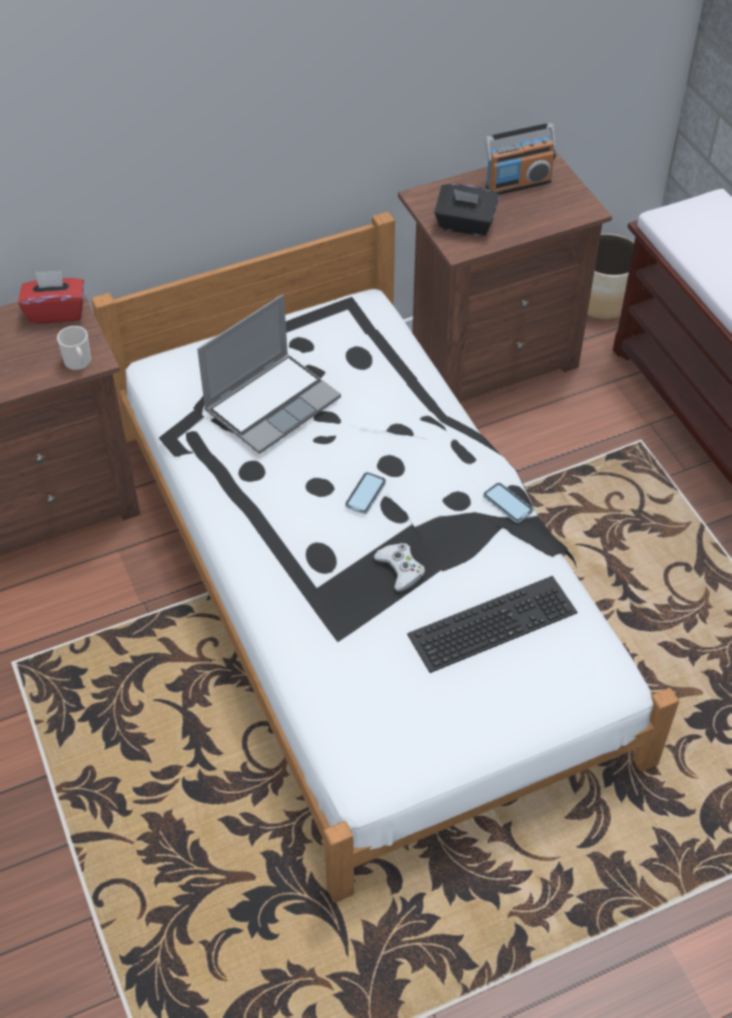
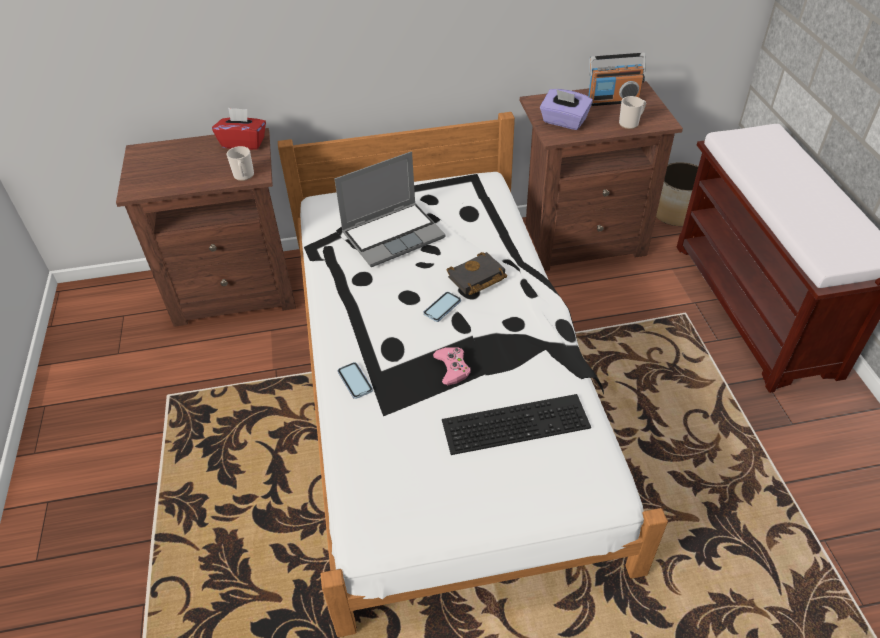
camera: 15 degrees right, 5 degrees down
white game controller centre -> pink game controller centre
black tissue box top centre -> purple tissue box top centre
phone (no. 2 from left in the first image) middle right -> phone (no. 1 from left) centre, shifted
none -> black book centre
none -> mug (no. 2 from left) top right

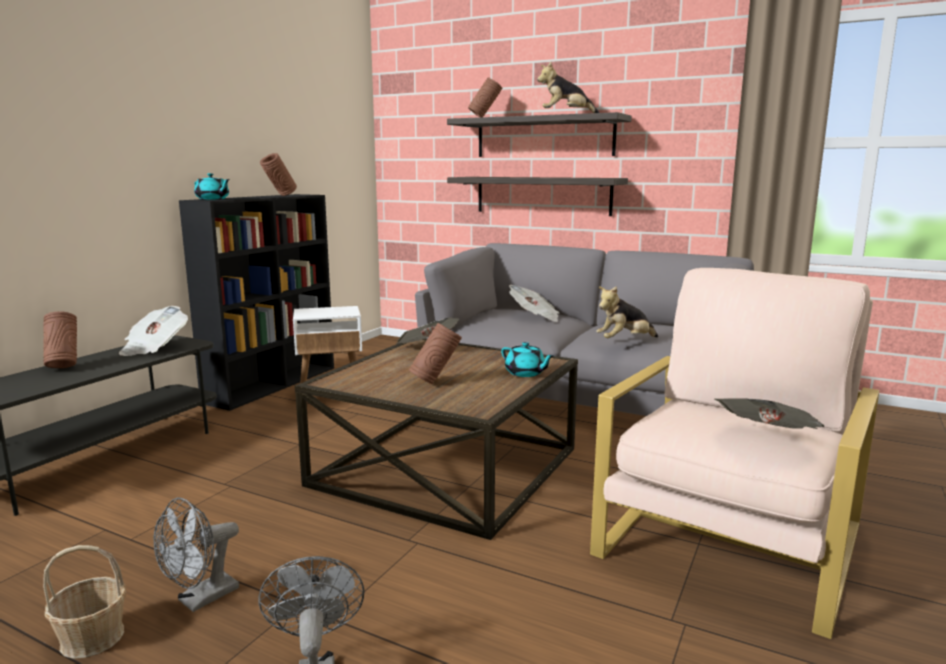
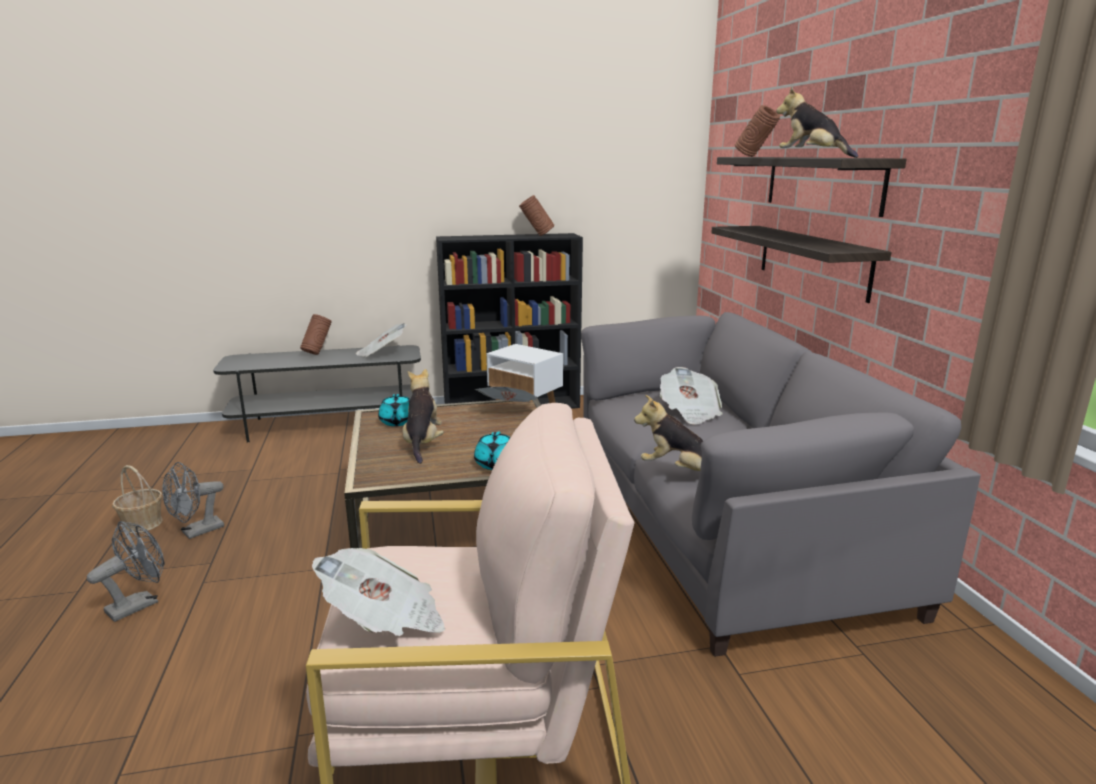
camera: 50 degrees right, 5 degrees up
grey fan (no. 1 from left in the first image) bottom left -> grey fan (no. 2 from left) middle left, 45 degrees counterclockwise
turquoise teapot (no. 1 from left) top left -> turquoise teapot (no. 1 from left) centre, shifted
brown vase (no. 3 from left) centre -> plush toy (no. 1 from left) centre

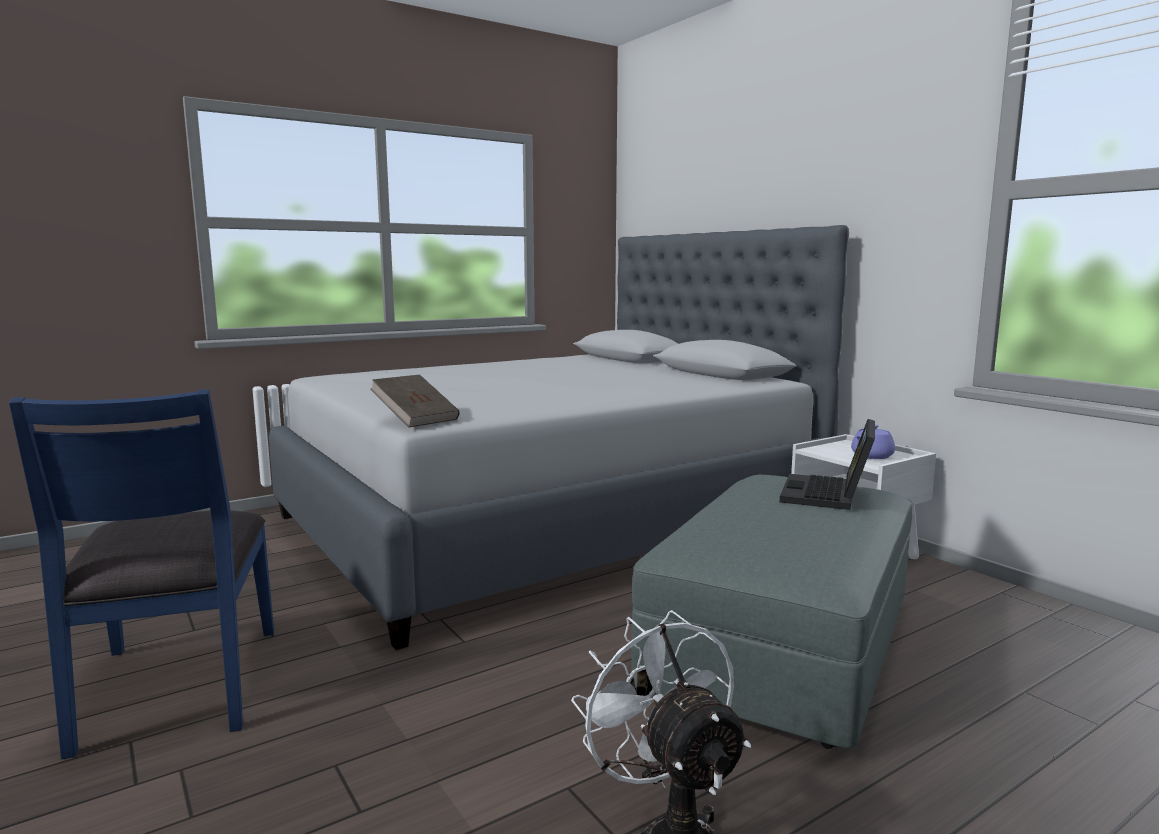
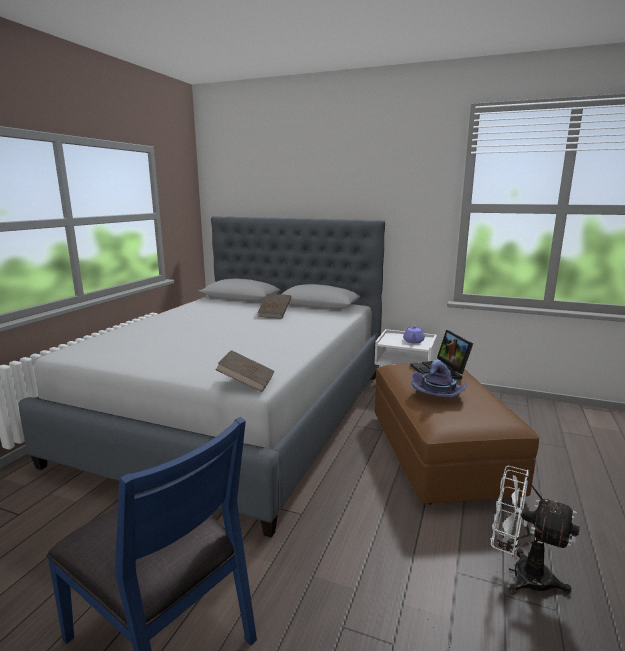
camera: 35 degrees left, 5 degrees up
grey ottoman bottom centre -> brown ottoman bottom right
none -> brown book (no. 2 from left) centre
none -> purple hat middle right

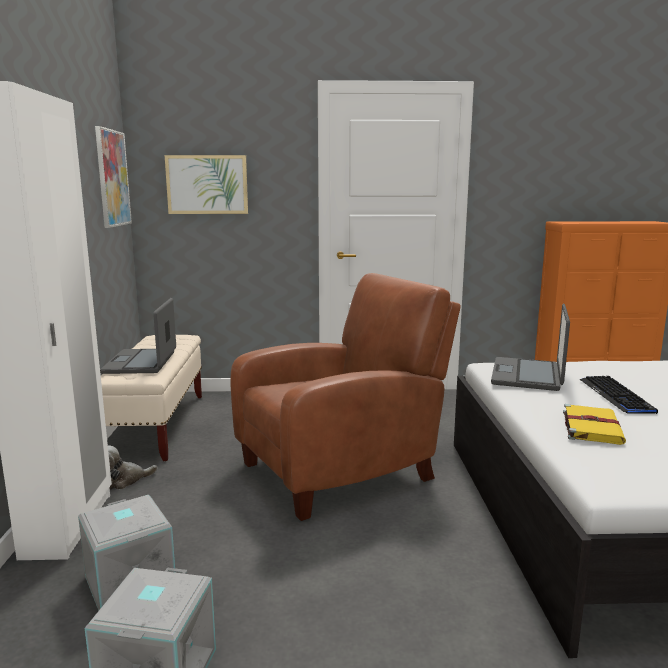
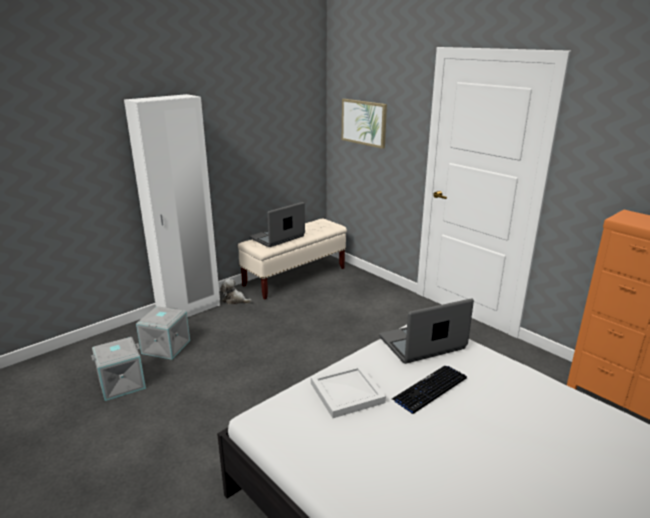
camera: 50 degrees right, 10 degrees up
picture (no. 1 from left) top left -> none
brown armchair centre -> none
yellow book middle right -> white tray bottom centre

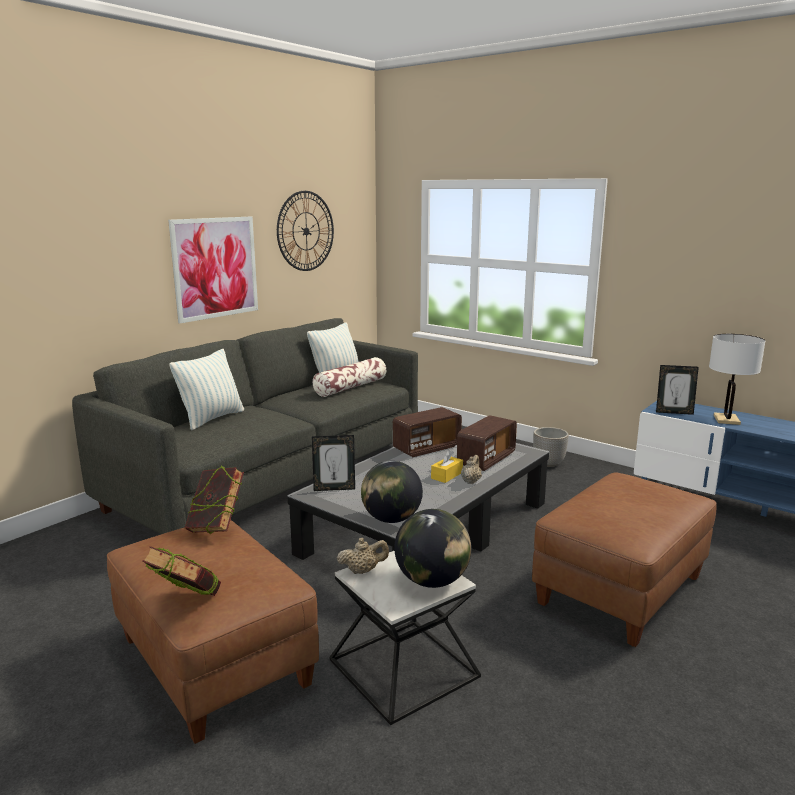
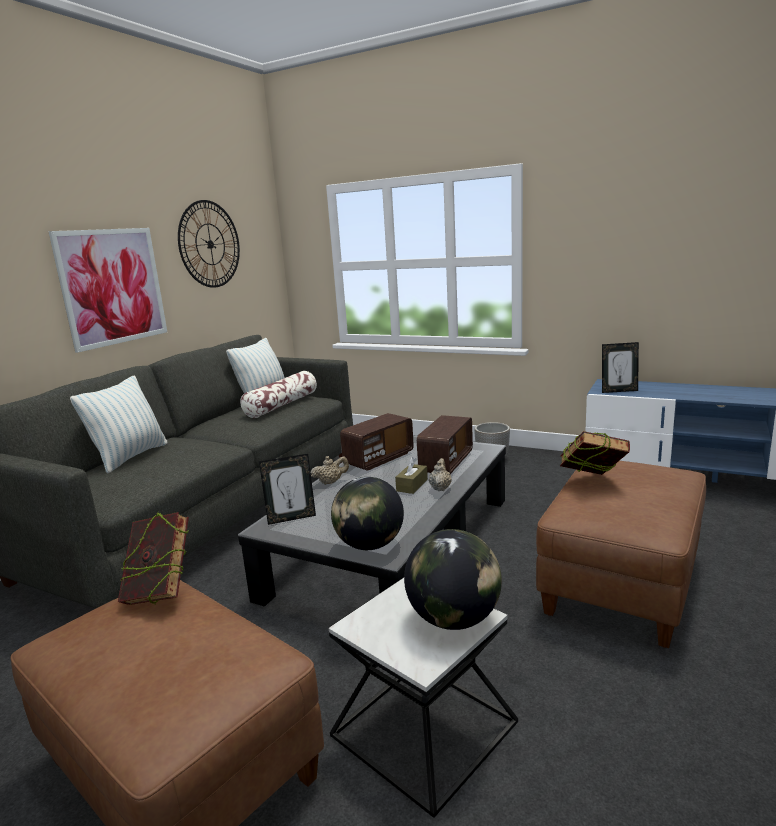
camera: 10 degrees left, 0 degrees up
book (no. 1 from left in the first image) bottom left -> book (no. 2 from left) middle right, shifted
beige teapot (no. 1 from left) bottom centre -> beige teapot (no. 1 from left) centre, shifted
yellow tissue box centre -> brown tissue box centre
white table lamp middle right -> none

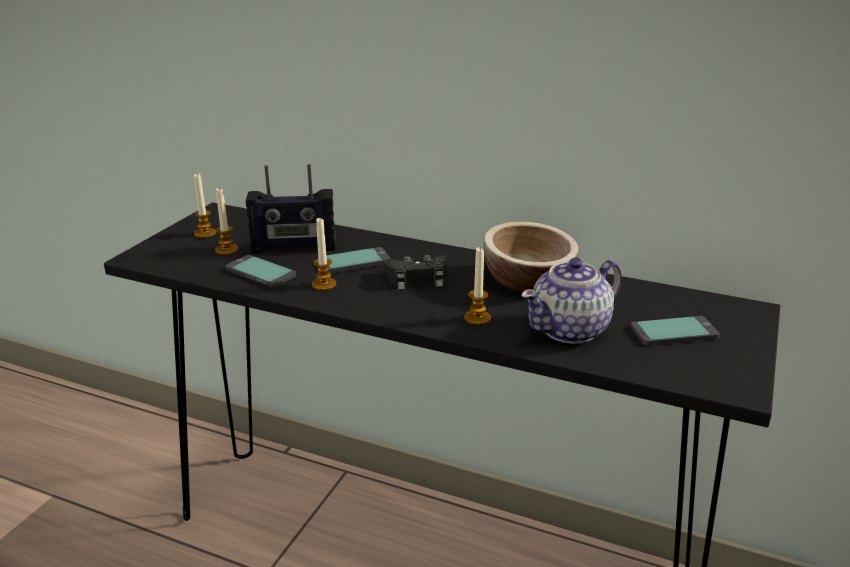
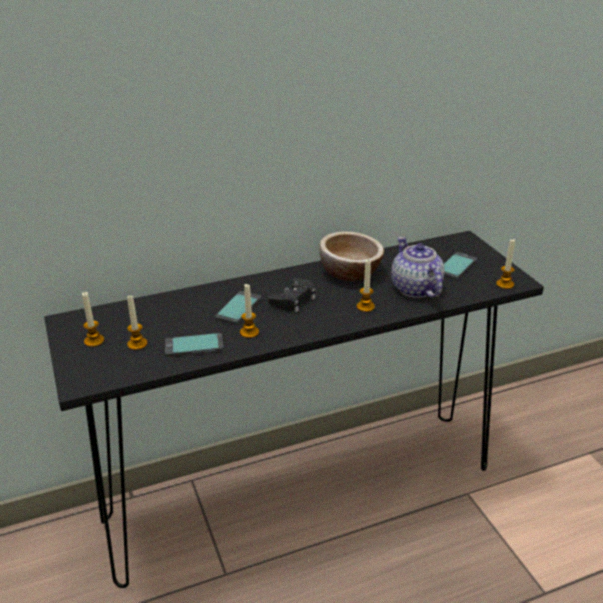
camera: 45 degrees left, 5 degrees up
radio centre -> none
teapot middle right, 150 degrees clockwise
none -> candle (no. 5 from left) middle right

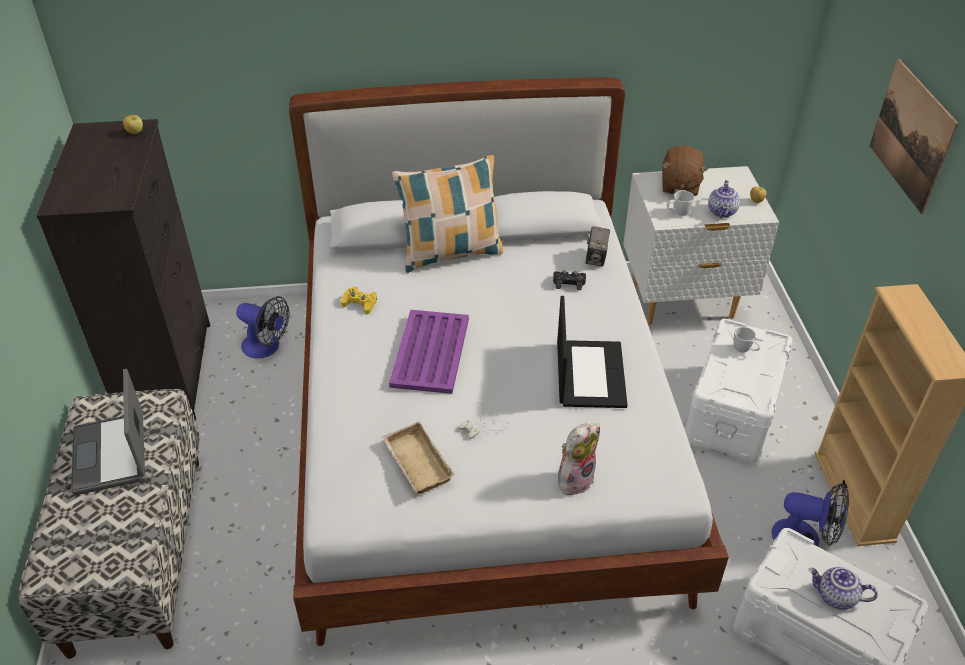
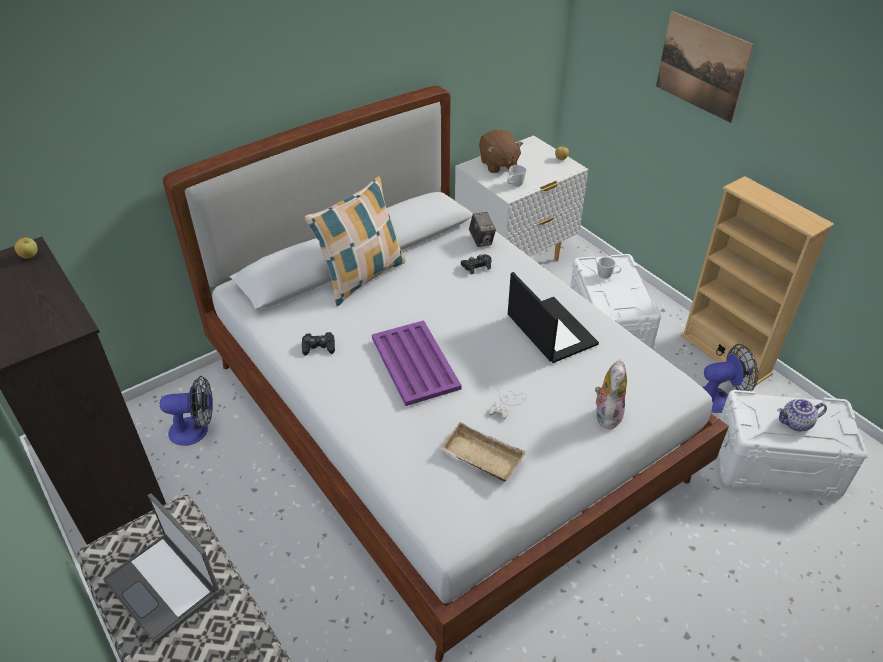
camera: 30 degrees left, 0 degrees up
yellow game controller centre -> black game controller (no. 1 from left) centre
teapot (no. 1 from left) top right -> none

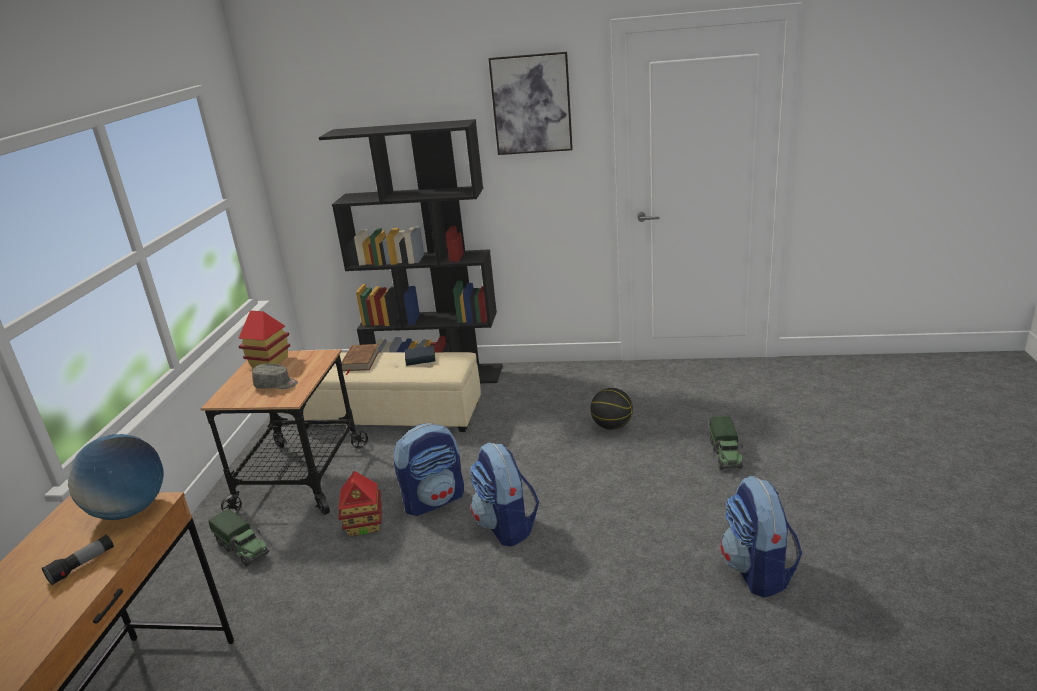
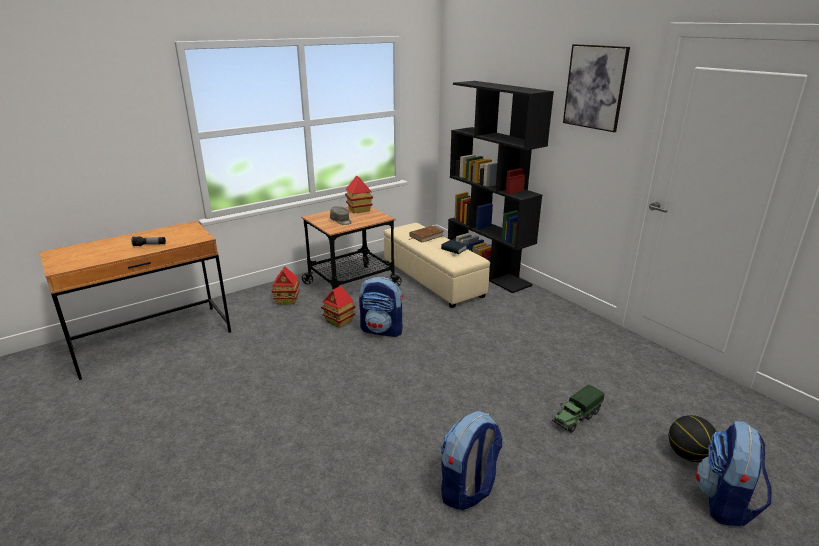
camera: 45 degrees right, 0 degrees up
globe bottom left -> none
toy truck (no. 1 from left) bottom left -> toy house (no. 1 from left) centre
backpack (no. 2 from left in the first image) bottom centre -> backpack (no. 3 from left) bottom right, shifted
basketball centre -> basketball bottom right, shifted

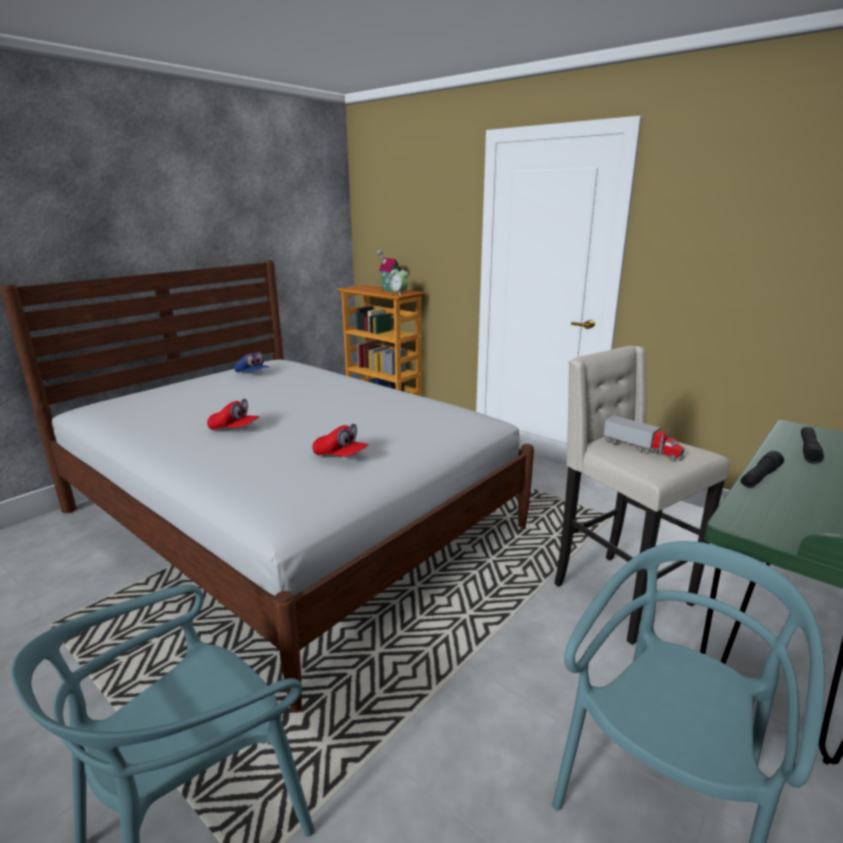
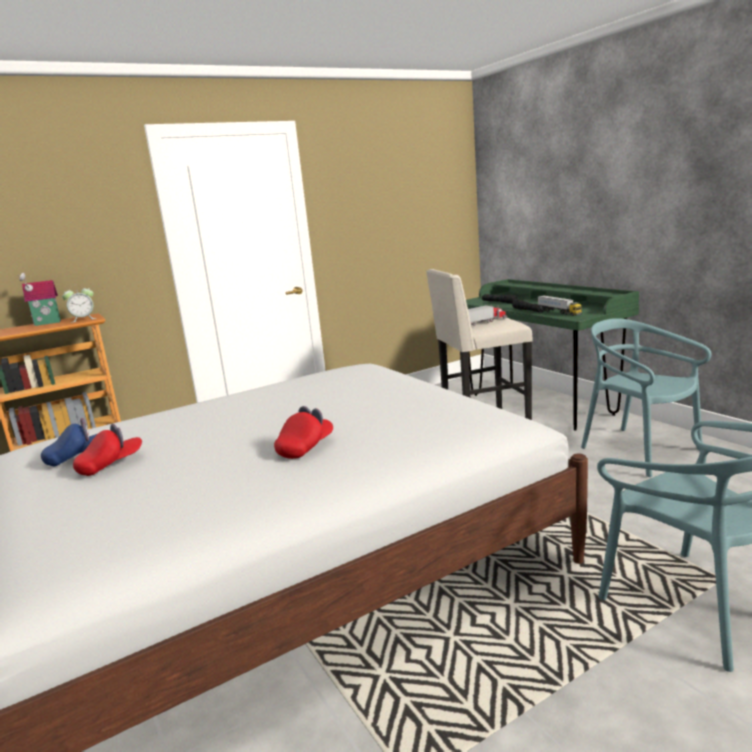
camera: 70 degrees left, 5 degrees down
red cap (no. 2 from left in the first image) centre -> red cap (no. 1 from left) middle left, shifted
none -> toy truck (no. 2 from left) middle right

